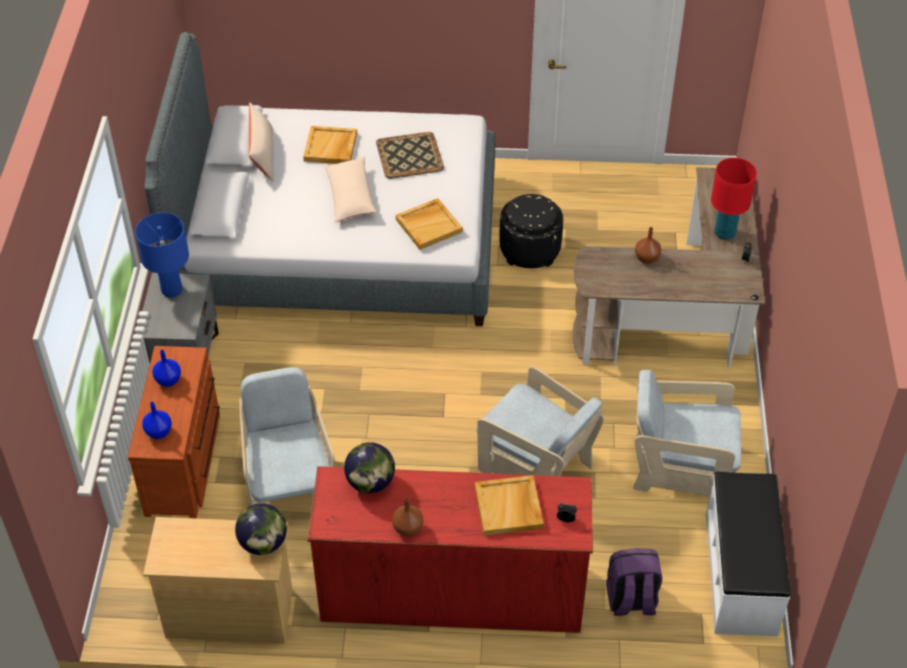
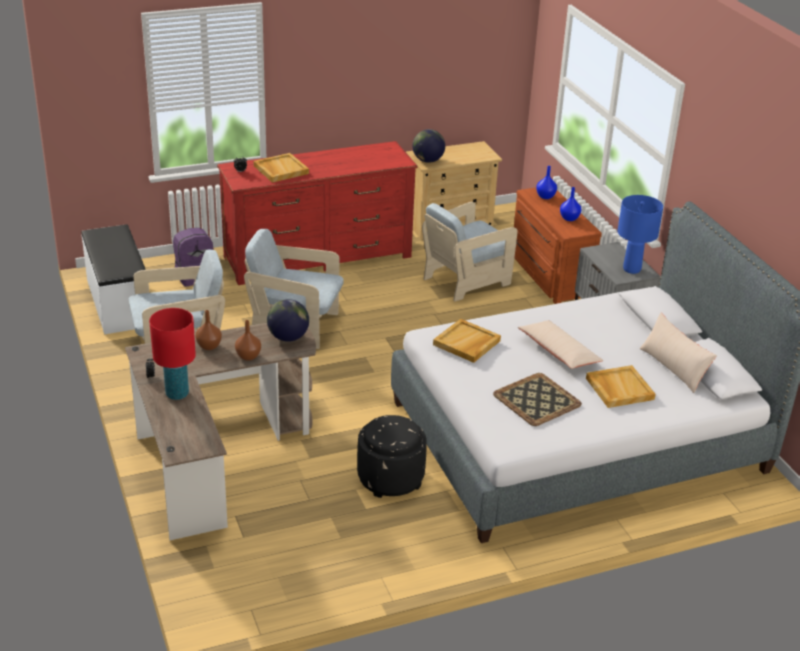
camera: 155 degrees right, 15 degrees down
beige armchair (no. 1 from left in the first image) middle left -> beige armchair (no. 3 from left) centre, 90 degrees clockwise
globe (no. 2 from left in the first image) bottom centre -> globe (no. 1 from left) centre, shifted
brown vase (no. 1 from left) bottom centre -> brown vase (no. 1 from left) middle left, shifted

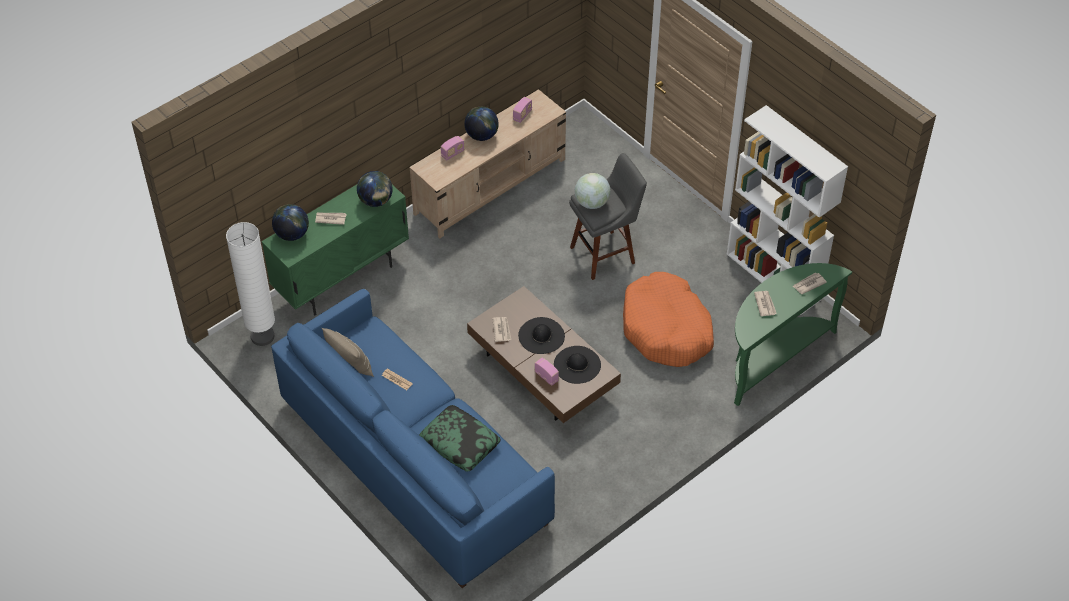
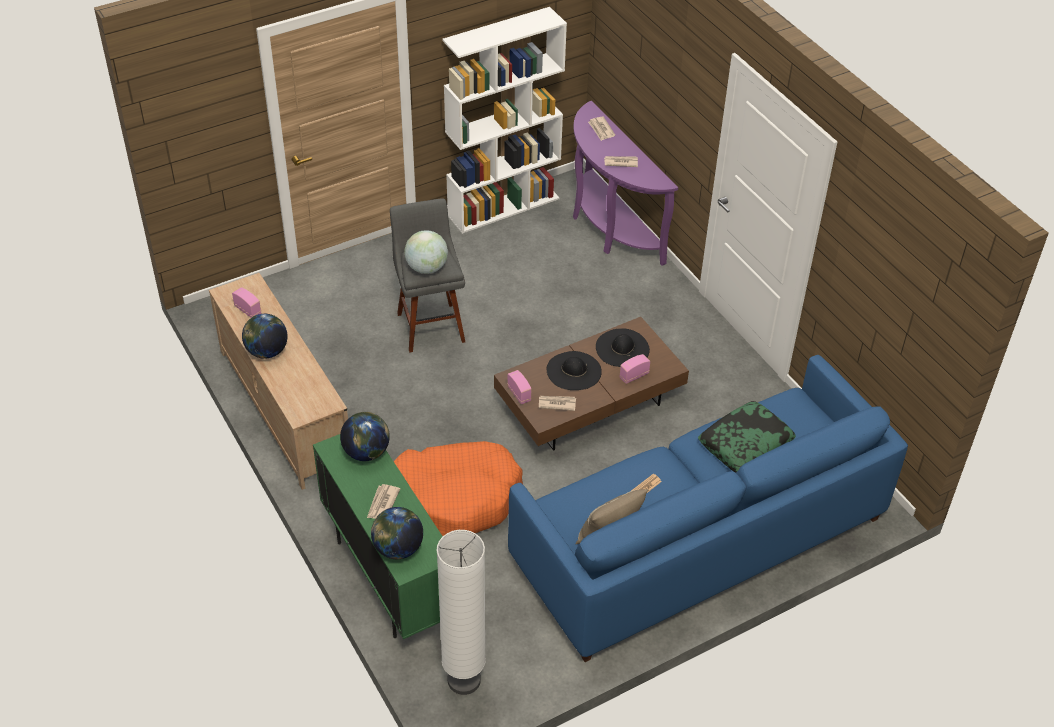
camera: 80 degrees left, 5 degrees down
radio (no. 1 from left in the first image) top centre -> radio (no. 2 from left) centre, shifted
orange dog bed centre -> orange dog bed bottom centre, shifted
green console table middle right -> purple console table top centre

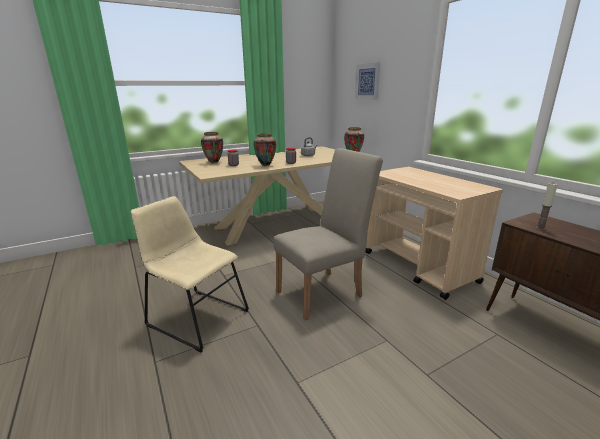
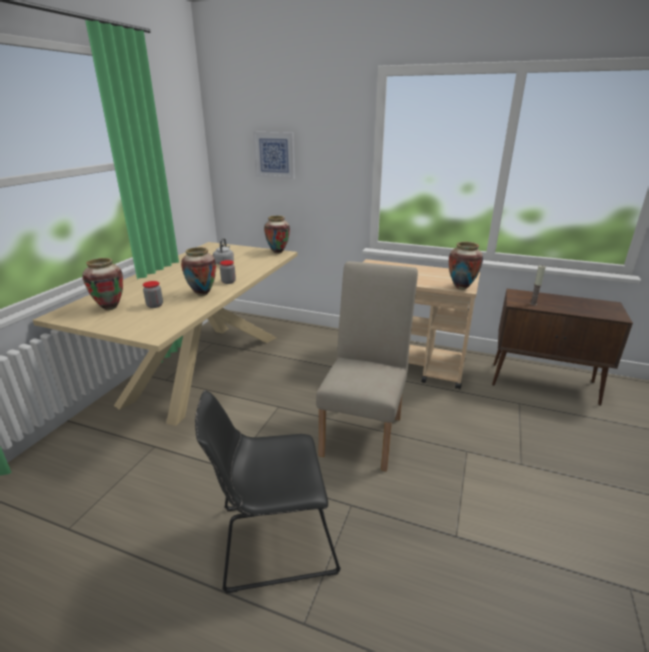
camera: 40 degrees left, 5 degrees up
beige chair (no. 1 from left) middle left -> black chair bottom centre
none -> vase (no. 4 from left) middle right

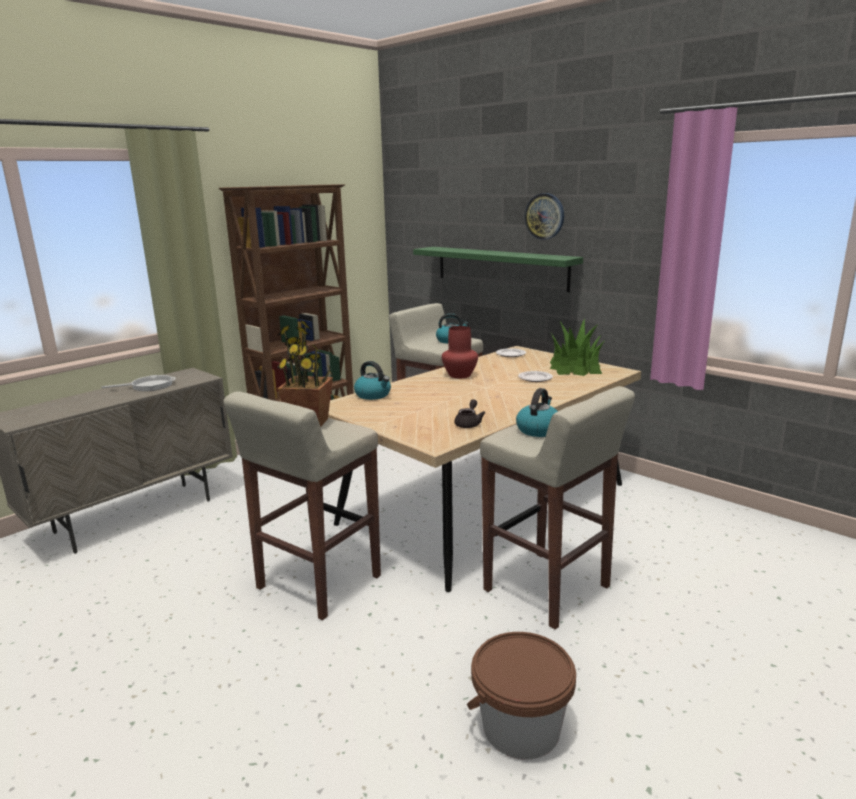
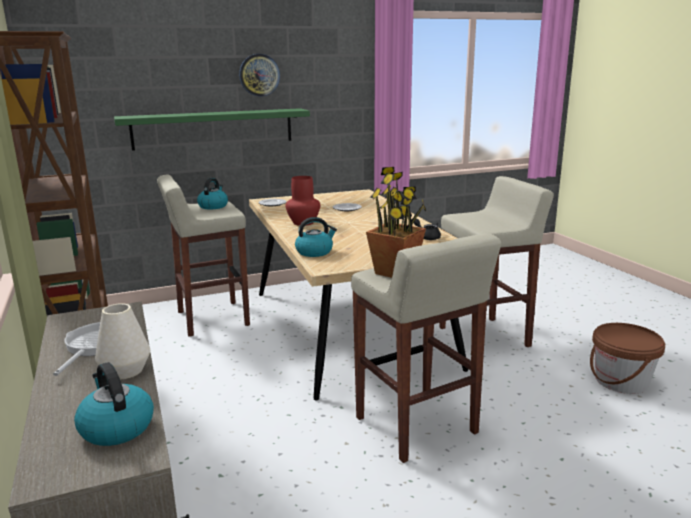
camera: 65 degrees left, 0 degrees up
kettle (no. 3 from left in the first image) centre -> kettle (no. 1 from left) bottom left, shifted
potted plant (no. 2 from left) middle right -> none
none -> white vase middle left

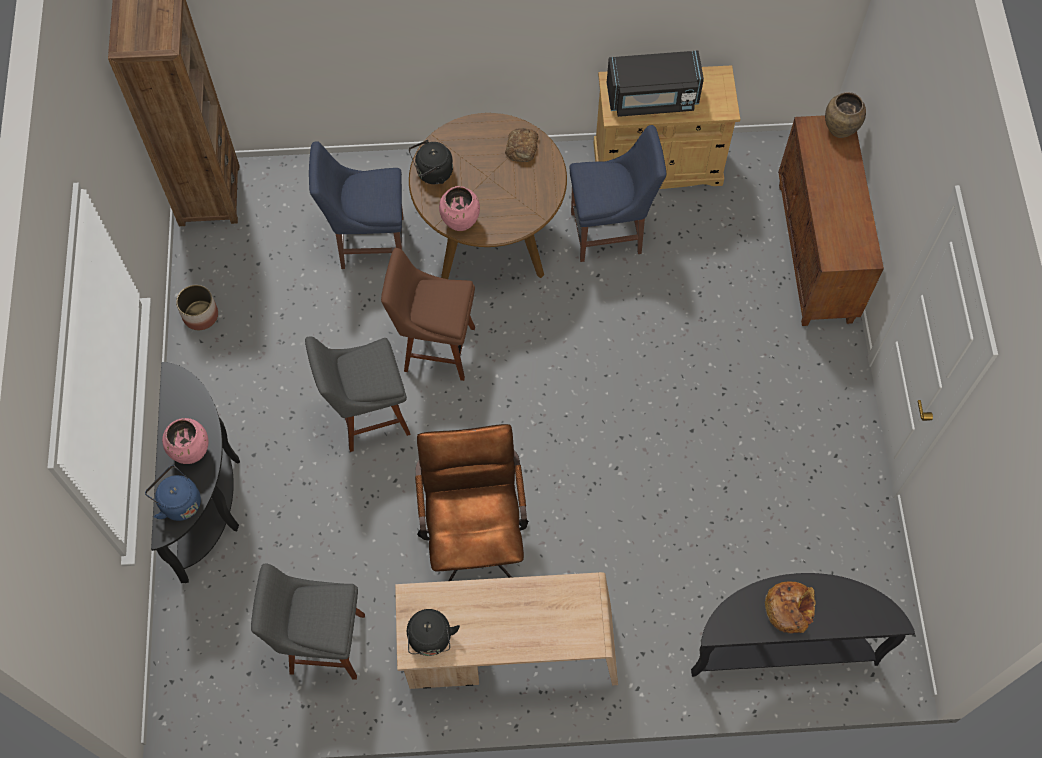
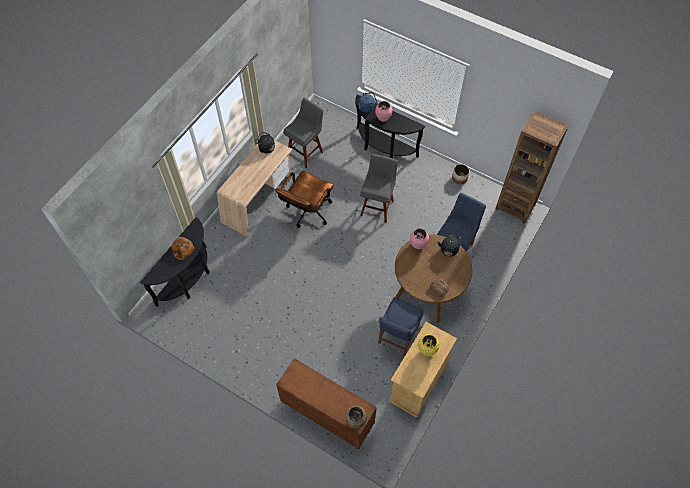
camera: 125 degrees right, 5 degrees down
brown stool centre -> none
brown office chair centre, 90 degrees clockwise
black microwave top centre -> yellow vase bottom centre

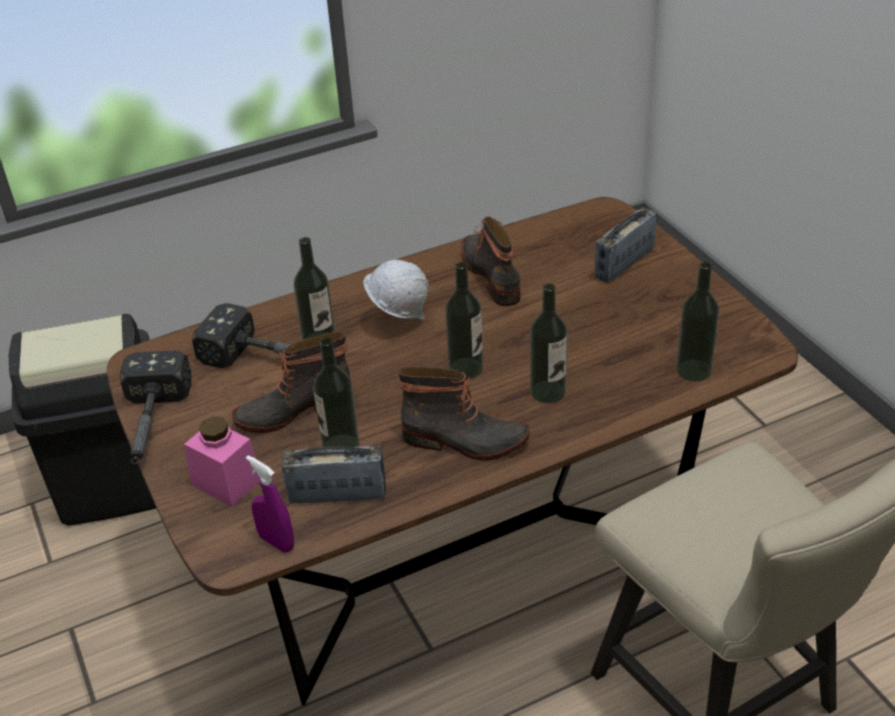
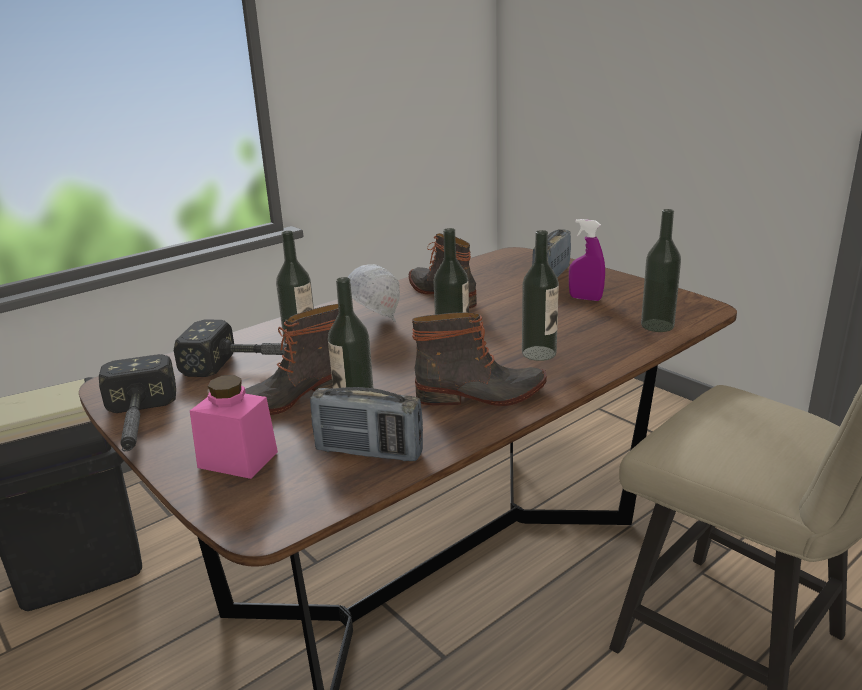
camera: 15 degrees left, 15 degrees down
purple spray bottle bottom left -> purple spray bottle middle right, shifted
radio (no. 1 from left) centre, 150 degrees counterclockwise

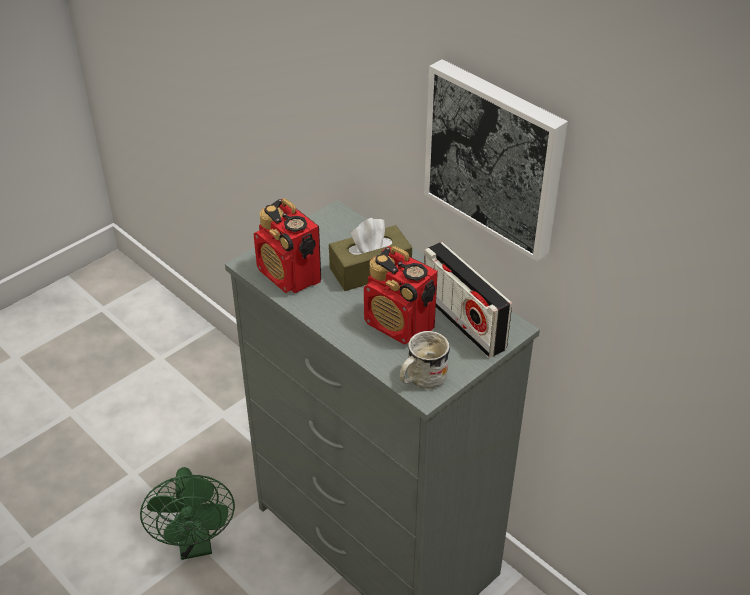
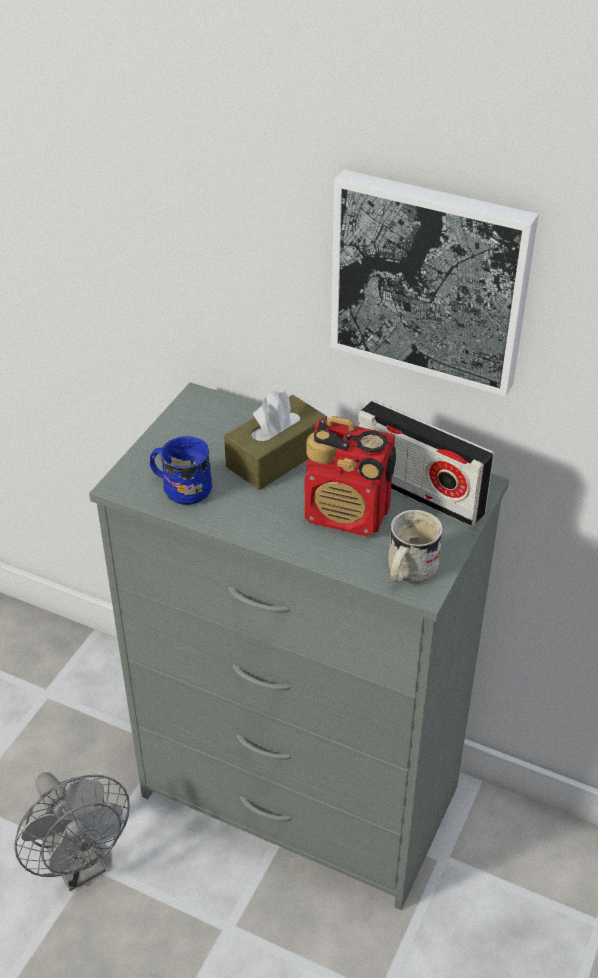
camera: 20 degrees left, 0 degrees up
green fan bottom left -> grey fan bottom left
radio (no. 1 from left) centre -> blue mug middle left

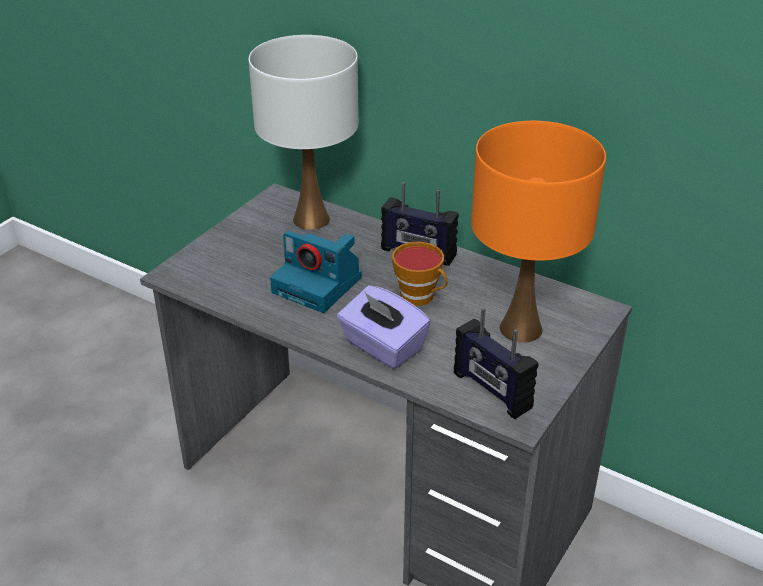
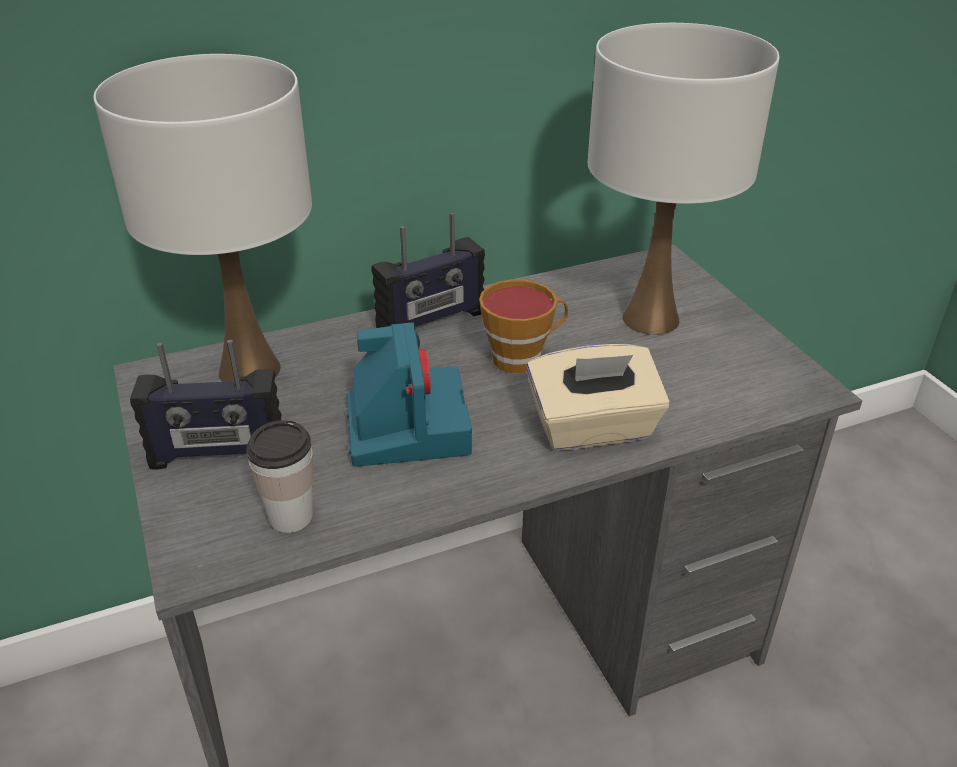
camera: 55 degrees left, 0 degrees up
photo camera centre, 75 degrees counterclockwise
purple tissue box centre -> beige tissue box centre
radio (no. 2 from left in the first image) centre -> radio (no. 1 from left) middle left, shifted
orange table lamp middle right -> white table lamp (no. 2 from left) top right
none -> cup (no. 1 from left) middle left

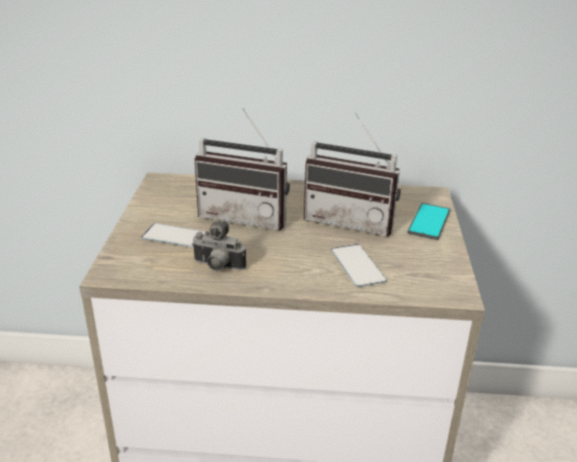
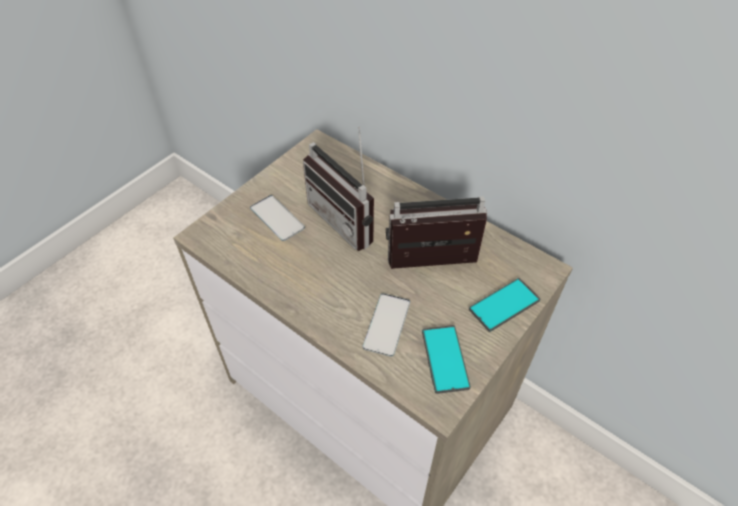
camera: 35 degrees right, 20 degrees up
photo camera centre -> none
radio (no. 2 from left) centre, 120 degrees clockwise
none -> phone (no. 3 from left) bottom centre

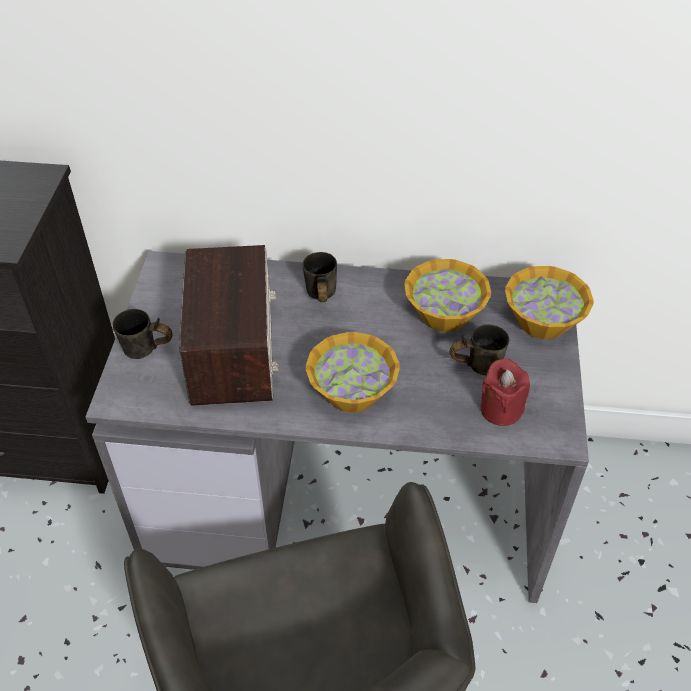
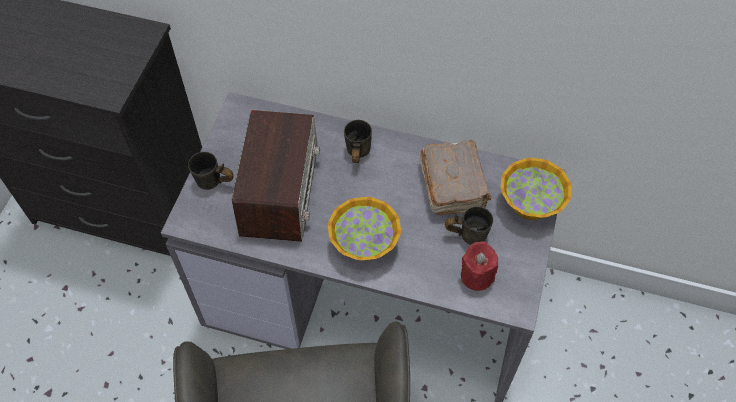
camera: 10 degrees right, 10 degrees up
bowl (no. 2 from left) centre -> brown book centre

